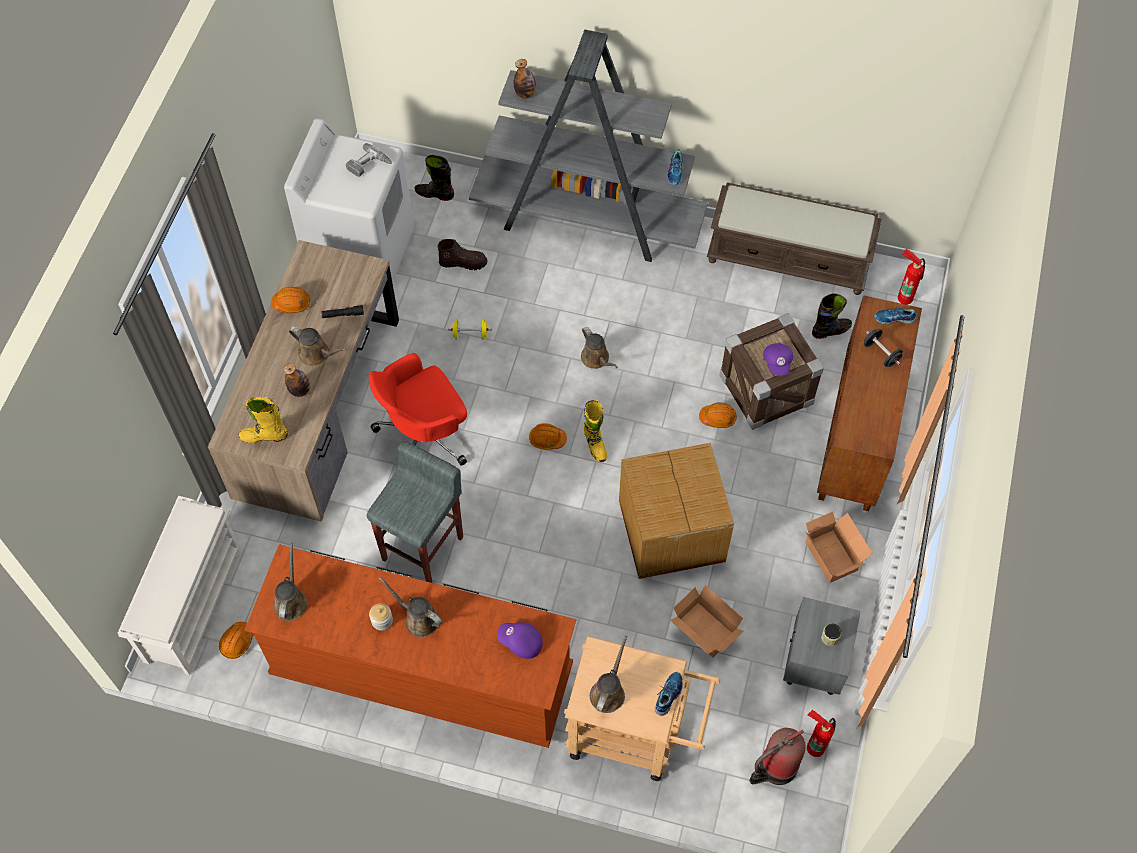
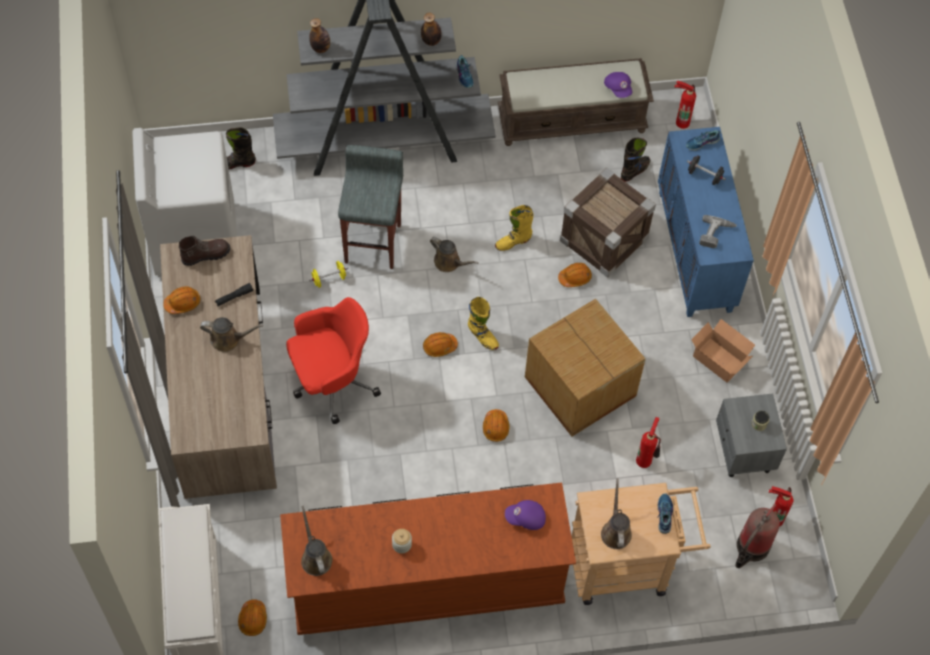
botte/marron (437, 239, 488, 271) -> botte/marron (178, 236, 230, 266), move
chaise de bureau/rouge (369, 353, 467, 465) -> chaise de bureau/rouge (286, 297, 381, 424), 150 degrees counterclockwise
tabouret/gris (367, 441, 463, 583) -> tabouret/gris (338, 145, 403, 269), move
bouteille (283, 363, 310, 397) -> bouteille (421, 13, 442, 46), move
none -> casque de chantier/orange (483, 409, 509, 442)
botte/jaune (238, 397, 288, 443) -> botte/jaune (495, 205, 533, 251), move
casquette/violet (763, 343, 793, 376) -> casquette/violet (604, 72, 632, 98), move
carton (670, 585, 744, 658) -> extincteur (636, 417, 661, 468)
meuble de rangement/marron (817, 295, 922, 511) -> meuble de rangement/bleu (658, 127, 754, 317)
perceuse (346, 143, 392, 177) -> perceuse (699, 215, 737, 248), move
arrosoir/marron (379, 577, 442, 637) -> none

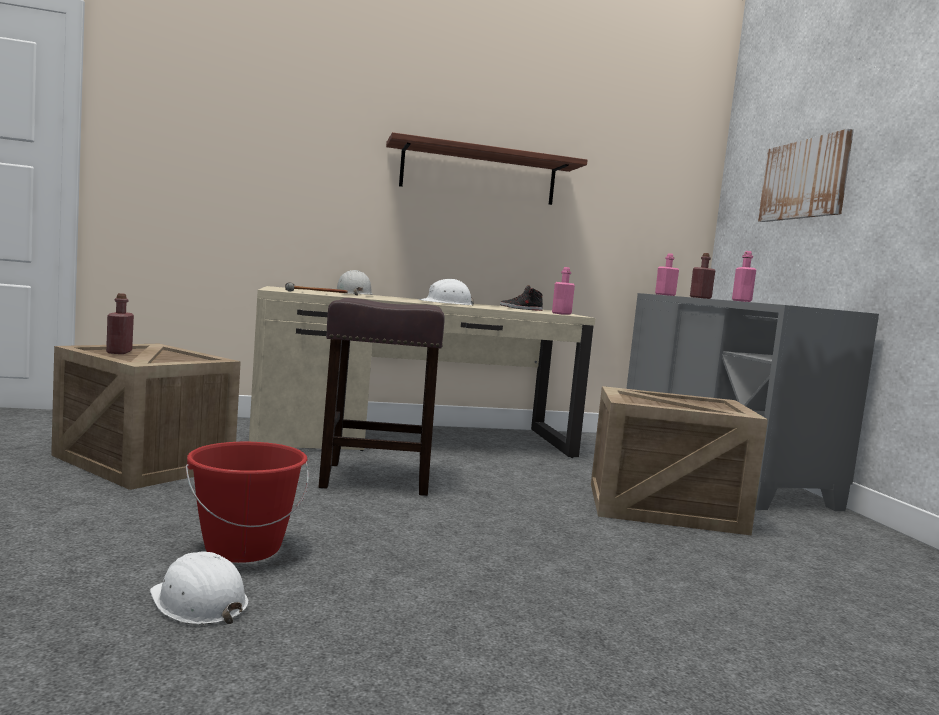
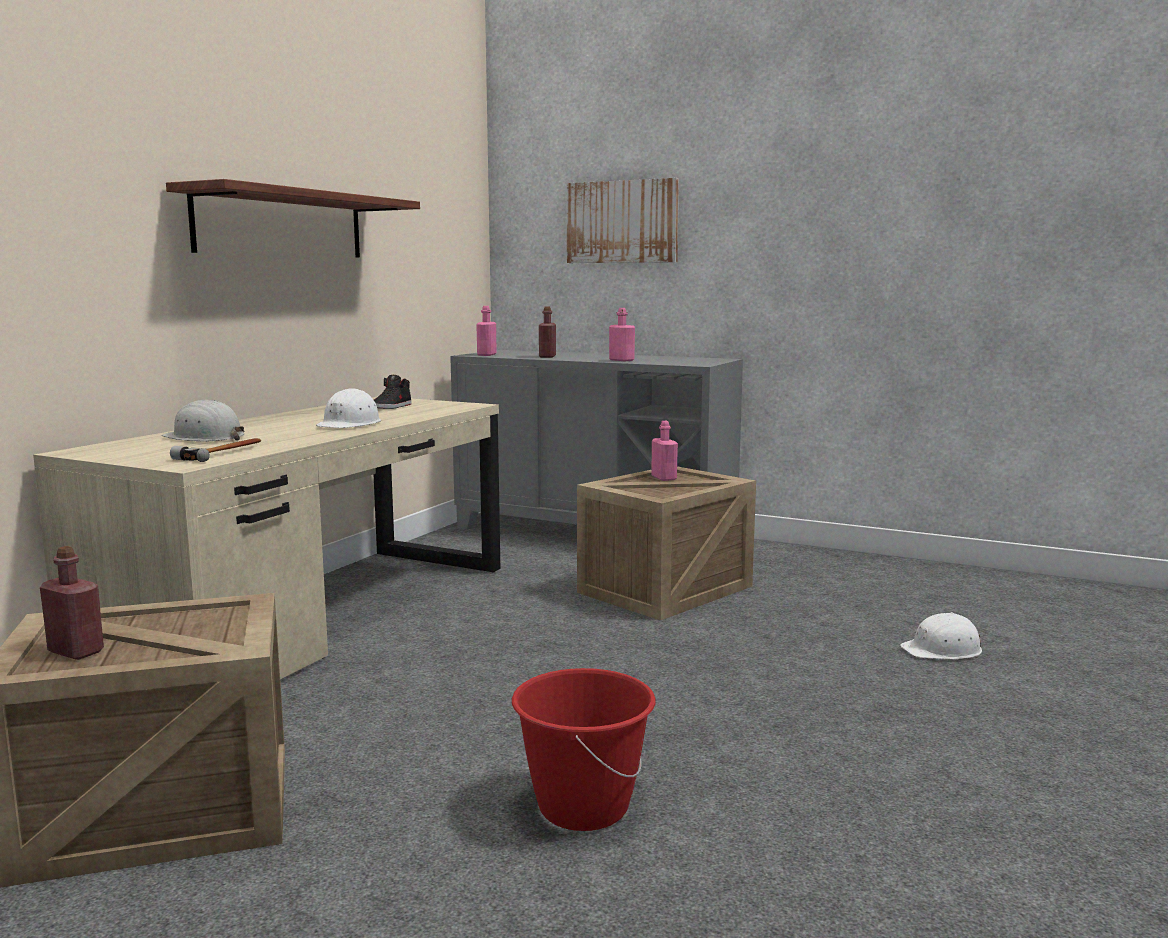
bouteille/rose (552, 267, 575, 315) -> bouteille/rose (651, 421, 678, 481), move
casque de chantier/blanc (150, 551, 248, 624) -> casque de chantier/blanc (900, 612, 982, 660), move
tabouret/marron (318, 298, 445, 496) -> none

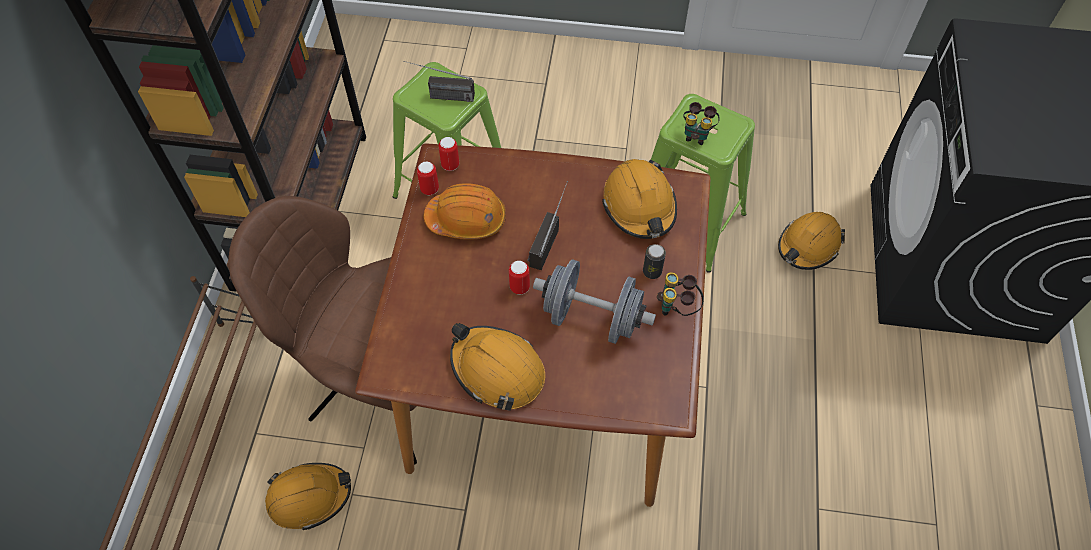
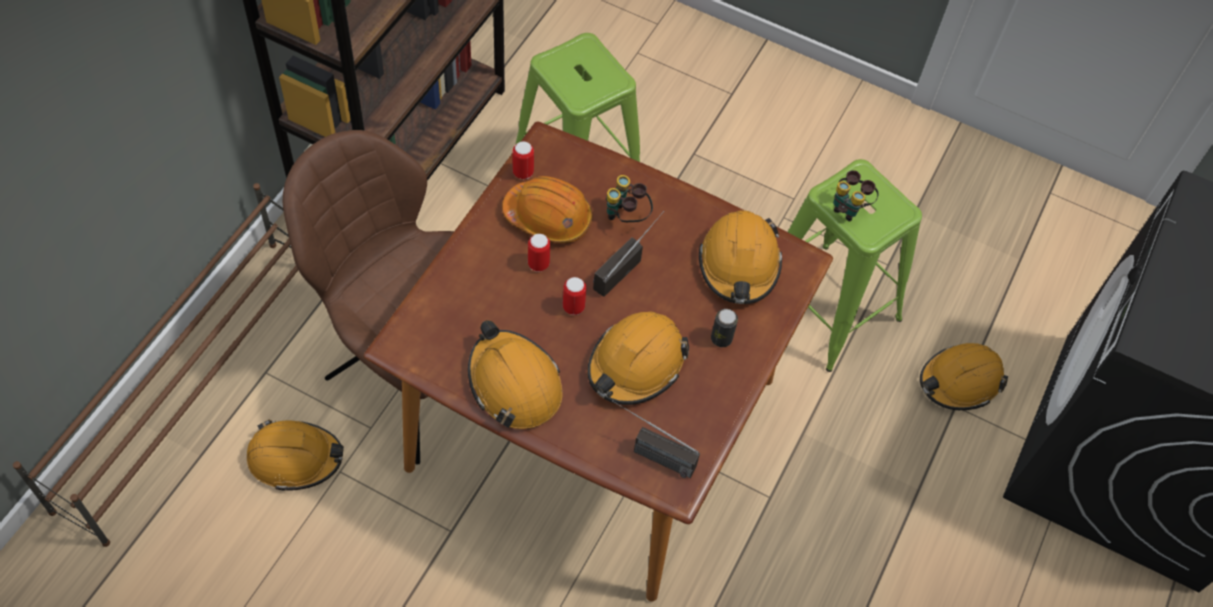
boîte métallique (438, 137, 459, 171) -> boîte métallique (528, 234, 550, 272), move
haltère/gris (533, 259, 656, 344) -> casque de chantier/orange (587, 312, 689, 405)
jumelles (657, 272, 704, 316) -> jumelles (606, 175, 653, 222), move
radio (404, 61, 475, 102) -> radio (612, 401, 700, 478), move

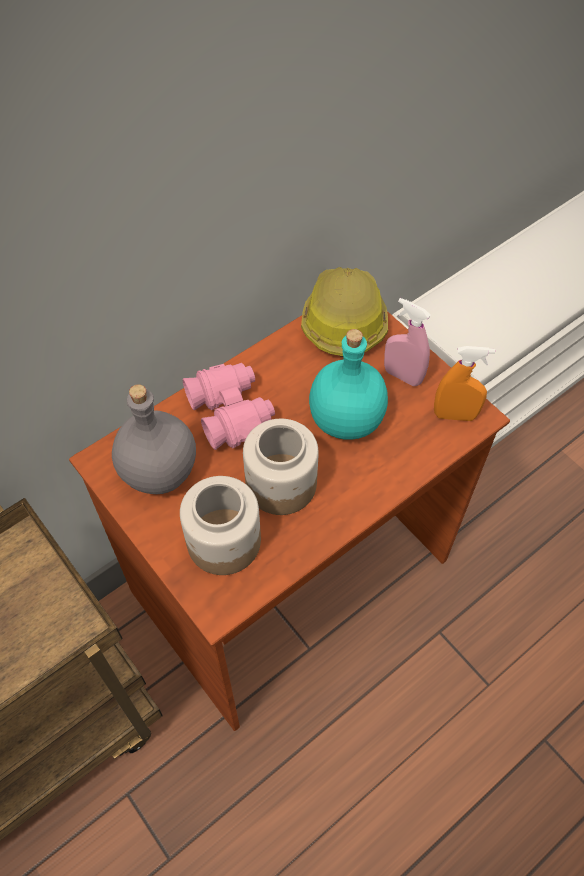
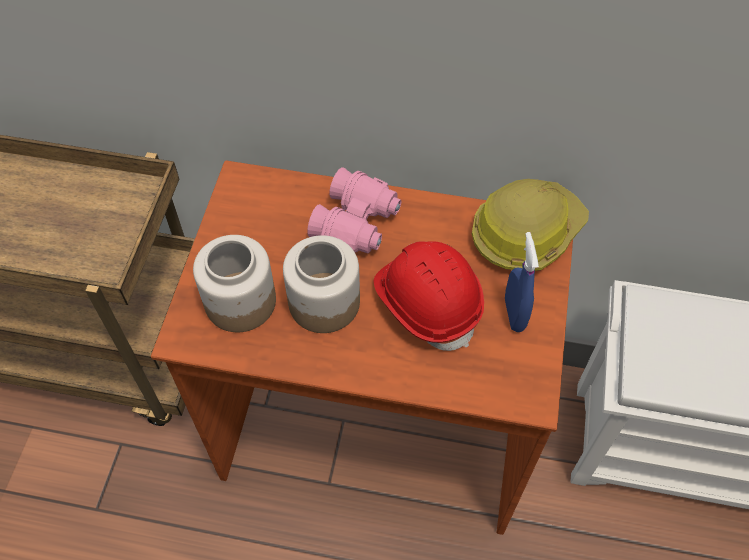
bouteille/turquoise (309, 329, 388, 440) -> casque de chantier/rouge (374, 241, 484, 351)
vaporisateur/rose (384, 298, 431, 386) -> vaporisateur/bleu (505, 232, 539, 332)
bouteille/gris (112, 384, 196, 494) -> none
vaporisateur/orange (434, 346, 495, 421) -> none

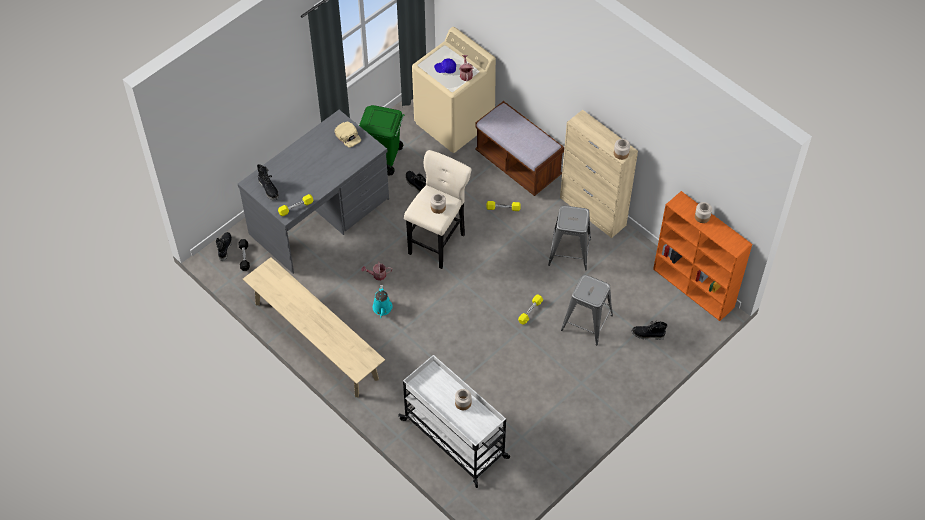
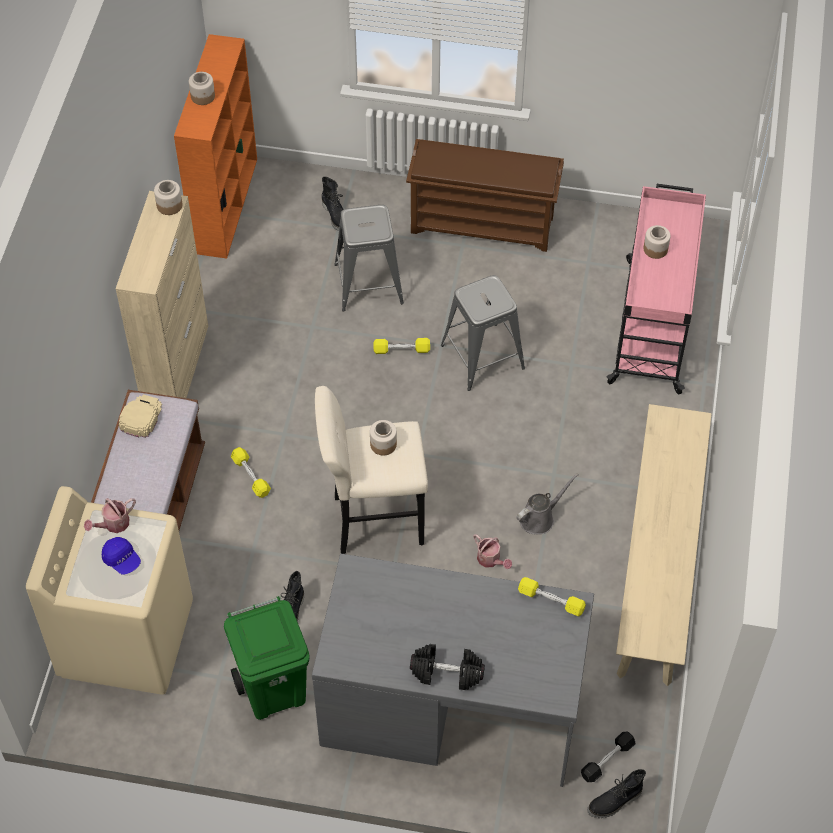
casquette/beige (334, 121, 361, 148) -> casquette/beige (119, 395, 162, 438), move
none -> étagère à chaussures/marron (406, 139, 564, 252)
none -> haltère/noir (410, 644, 485, 690)
tabouret/gris (548, 206, 591, 270) -> tabouret/gris (441, 275, 525, 391), move
arrosoir/turquoise (373, 285, 393, 318) -> arrosoir/gris (517, 473, 579, 534)
chariot/blanc (398, 355, 510, 488) -> chariot/rose (606, 184, 706, 394)
botte/noir (257, 164, 279, 200) -> none

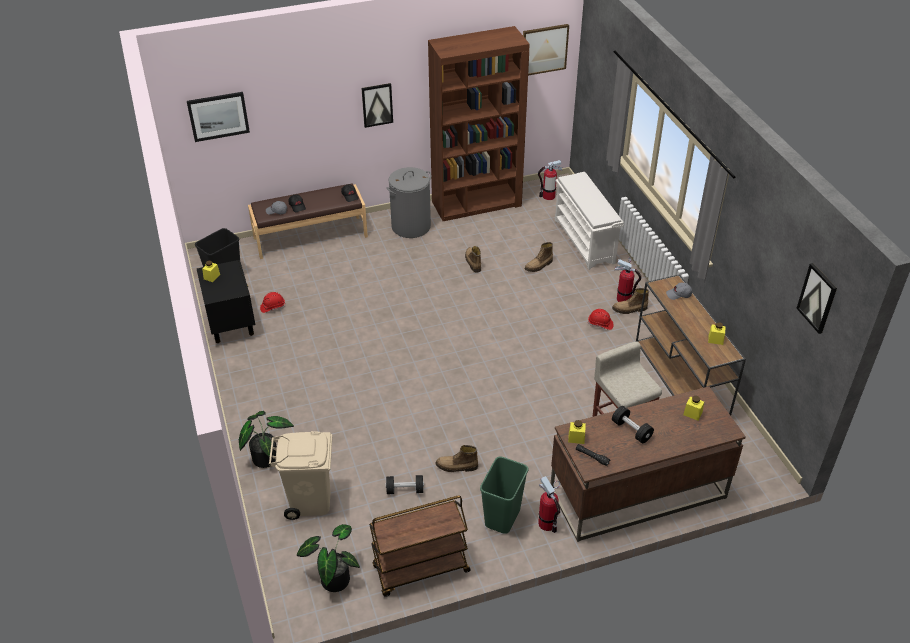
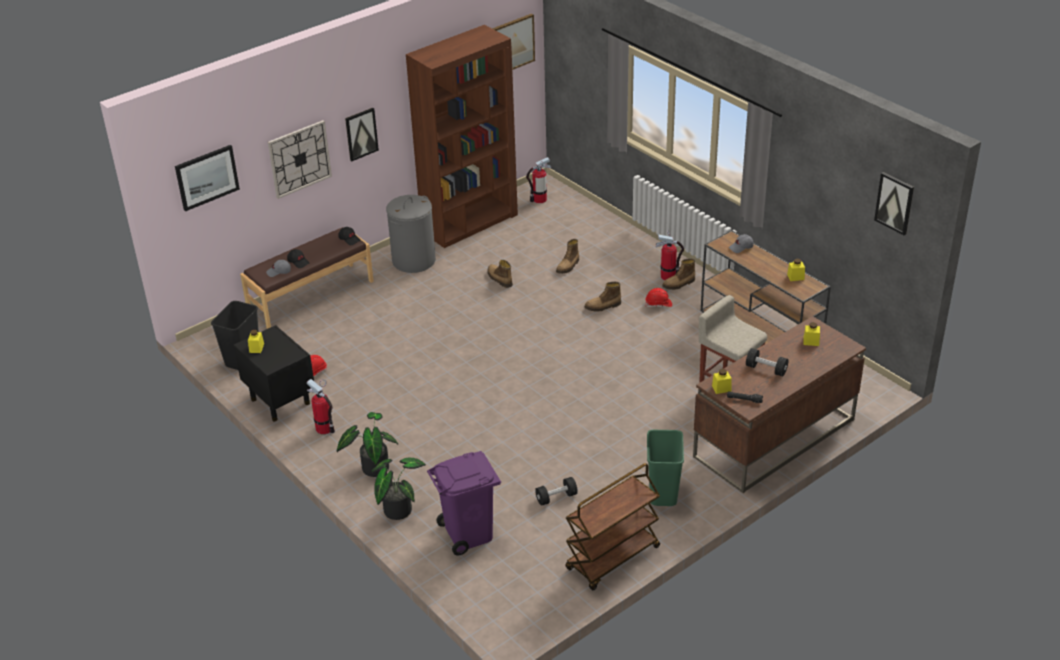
none -> horloge murale (268, 120, 332, 199)
extincteur (538, 476, 560, 533) -> extincteur (307, 379, 335, 434), move
plante en pot (297, 524, 360, 592) -> plante en pot (337, 412, 399, 477), move
poubelle/beige (269, 431, 332, 520) -> poubelle/violet (427, 451, 501, 555)
botte (435, 445, 478, 472) -> botte (585, 282, 621, 312), move
étagère à chaussures/blanc (555, 172, 624, 270) -> none

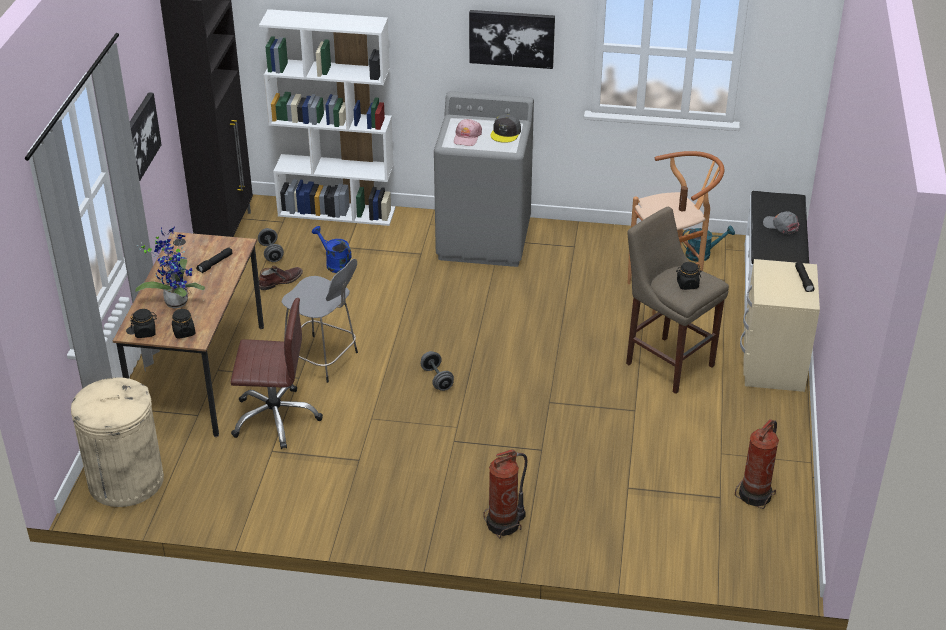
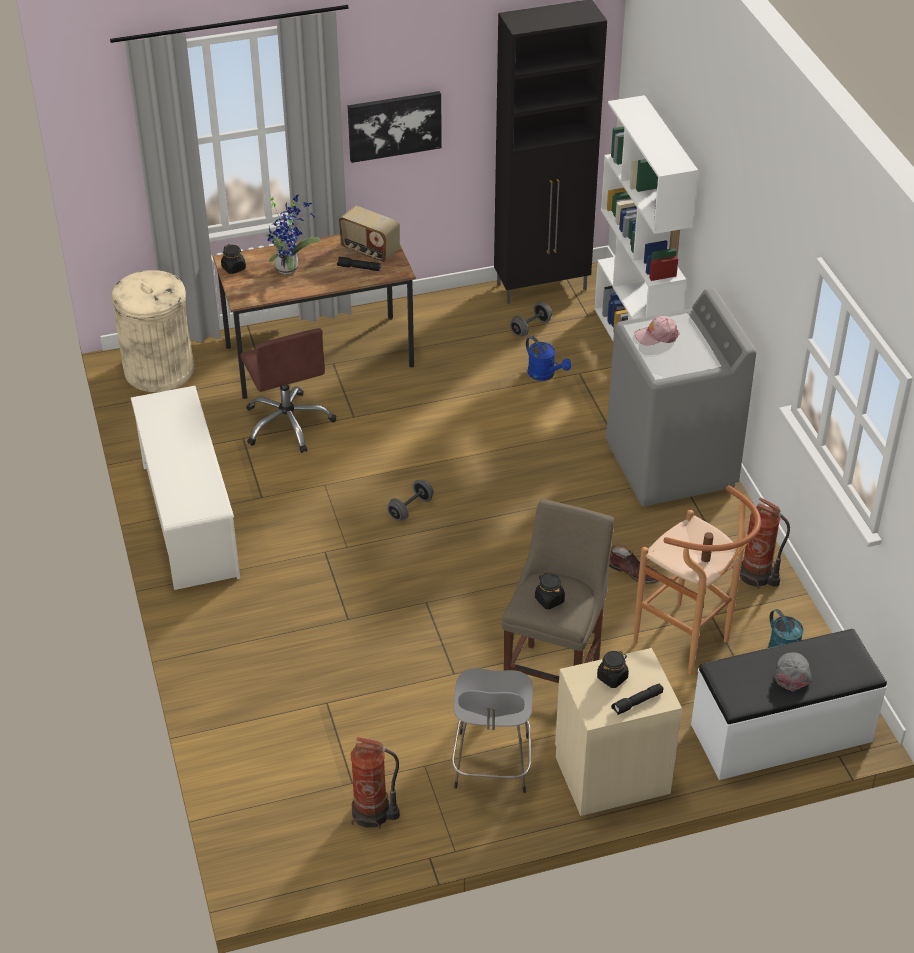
none -> étagère à chaussures/blanc (131, 386, 240, 590)
none -> radio (339, 206, 400, 262)
tabouret/gris (282, 259, 358, 383) -> tabouret/gris (452, 668, 533, 793), move
arrosoir/bleu (312, 226, 352, 273) -> arrosoir/bleu (526, 336, 571, 381), 120 degrees clockwise
bocal/noir (172, 308, 195, 339) -> bocal/noir (597, 651, 629, 688), move
botte/marron (259, 265, 303, 290) -> botte/marron (609, 545, 659, 584), move
extincteur (483, 449, 527, 538) -> extincteur (740, 498, 790, 589), move
tableau (469, 10, 555, 69) -> none
casquette/gris (490, 114, 521, 143) -> none

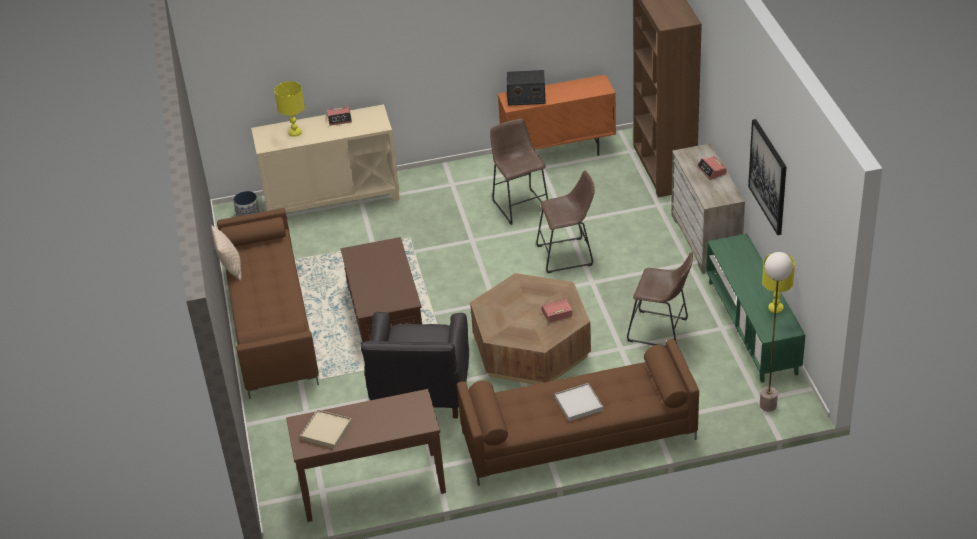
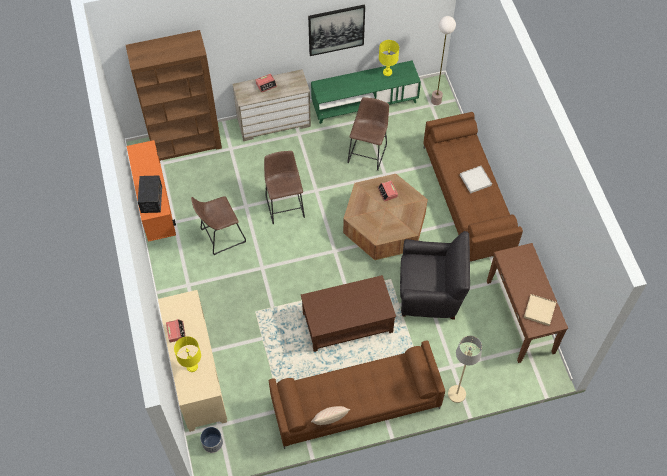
none -> lampadaire/beige (448, 336, 482, 403)

